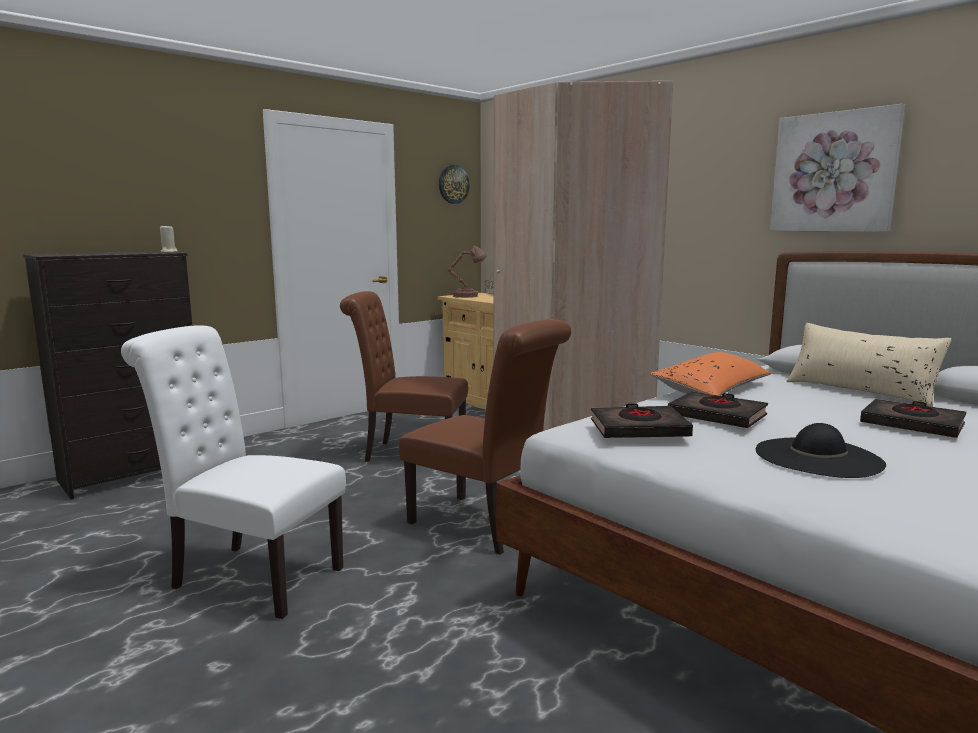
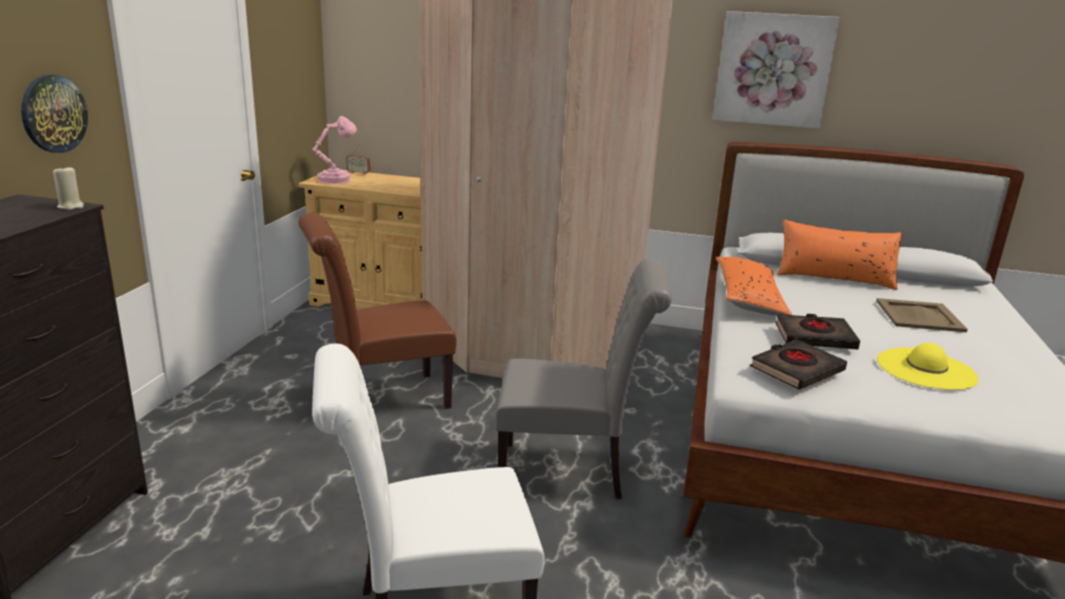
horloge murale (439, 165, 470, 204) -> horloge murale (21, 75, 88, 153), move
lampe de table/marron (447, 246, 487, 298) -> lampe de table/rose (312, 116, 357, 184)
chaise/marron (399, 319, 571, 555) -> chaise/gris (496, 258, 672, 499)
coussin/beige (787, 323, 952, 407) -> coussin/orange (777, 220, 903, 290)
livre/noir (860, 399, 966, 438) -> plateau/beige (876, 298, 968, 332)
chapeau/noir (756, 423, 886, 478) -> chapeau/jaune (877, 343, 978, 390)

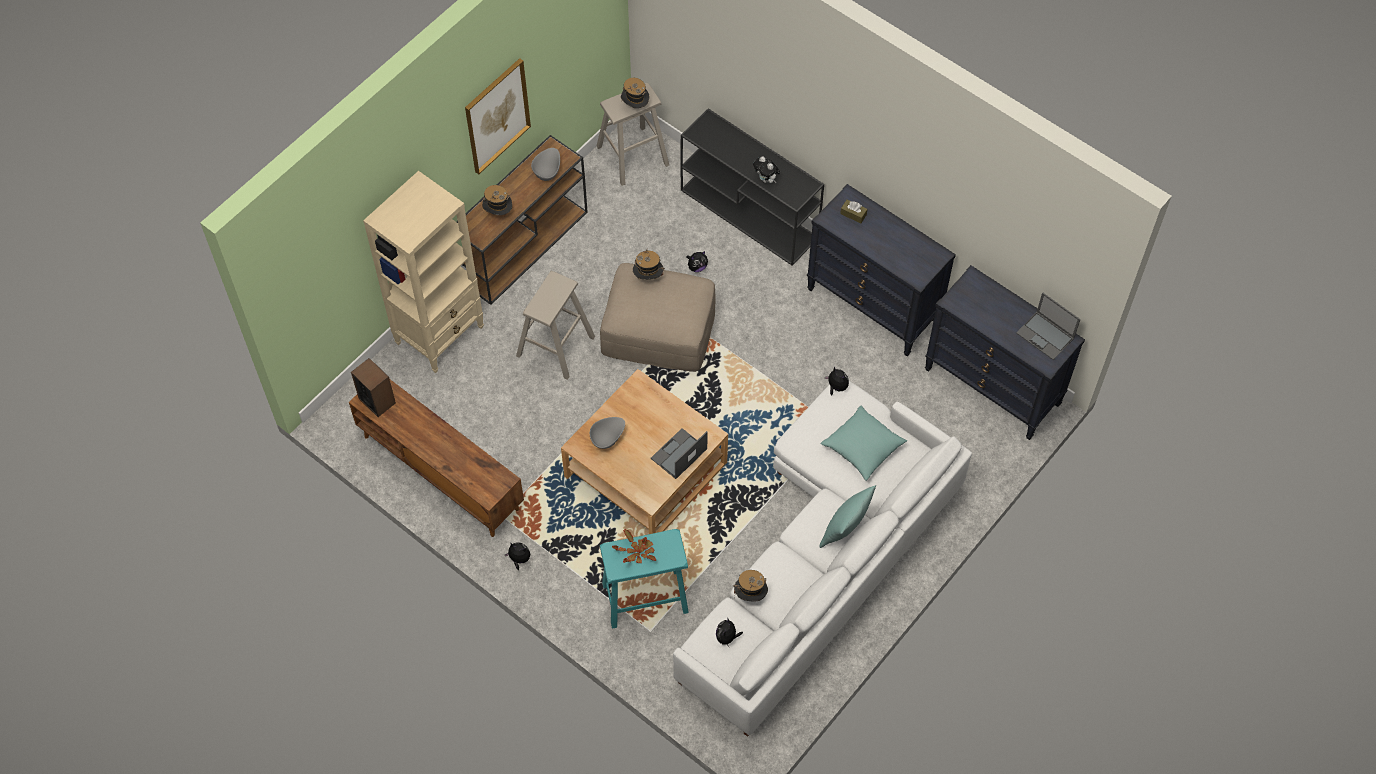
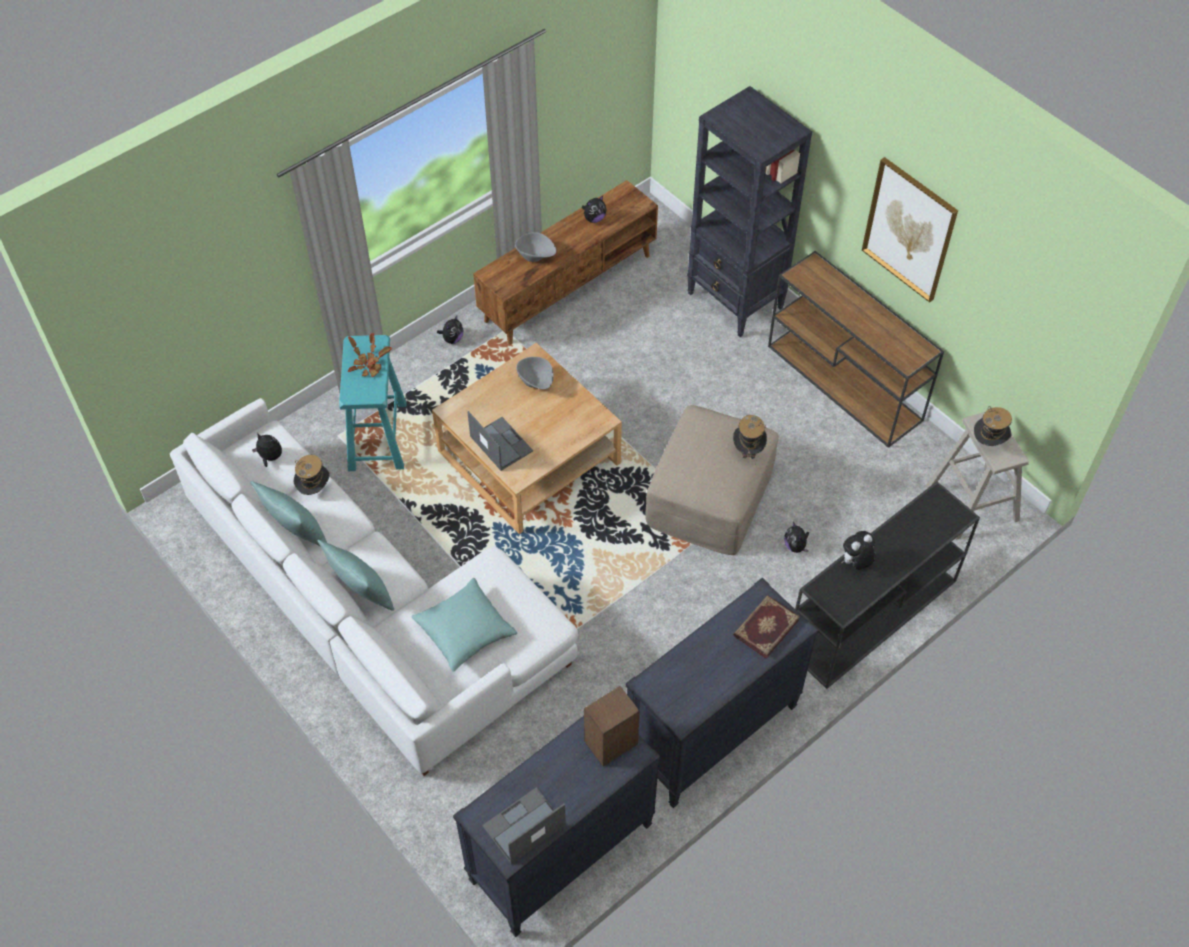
none -> coussin/turquoise (250, 481, 327, 546)
bol/gris (531, 148, 560, 181) -> bol/gris (515, 232, 556, 262), move
peluche (825, 366, 849, 395) -> peluche (582, 196, 606, 223), move
enceinte (351, 358, 396, 417) -> enceinte (584, 686, 640, 766), move
bibliothèque/beige (363, 171, 484, 373) -> bibliothèque/noir (687, 86, 812, 337)
boîte à mouchoirs/marron (840, 200, 868, 223) -> livre (733, 595, 800, 659)
chapeau (482, 185, 512, 215) -> none
tabouret/beige (516, 271, 595, 380) -> none

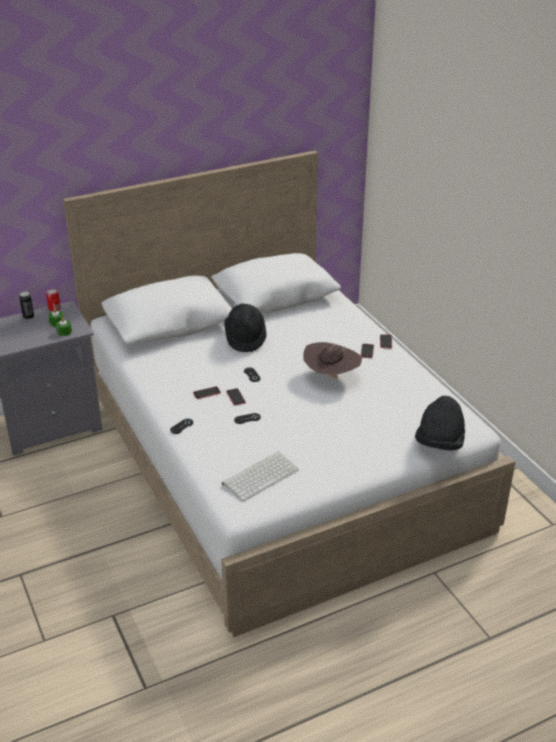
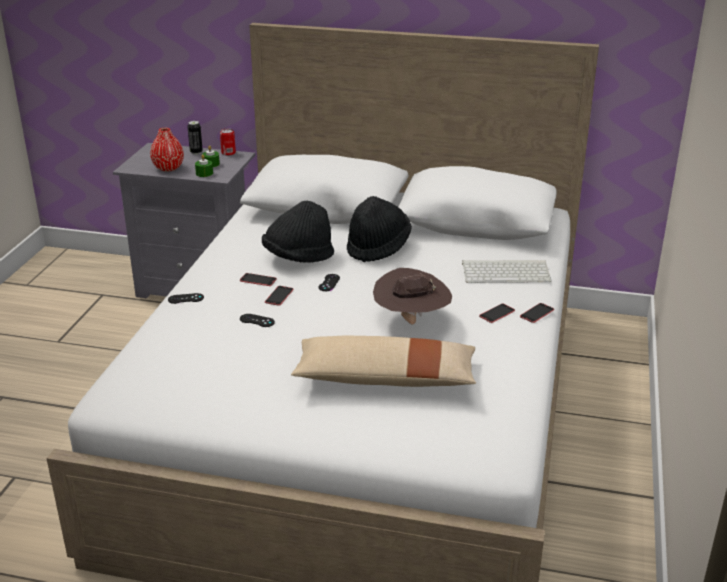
none -> vase/rouge (150, 128, 184, 171)
chapeau/noir (415, 396, 465, 450) -> chapeau/noir (262, 201, 334, 263), move
none -> coussin/beige (291, 336, 476, 387)
clavier (222, 452, 299, 502) -> clavier (462, 260, 552, 283), move

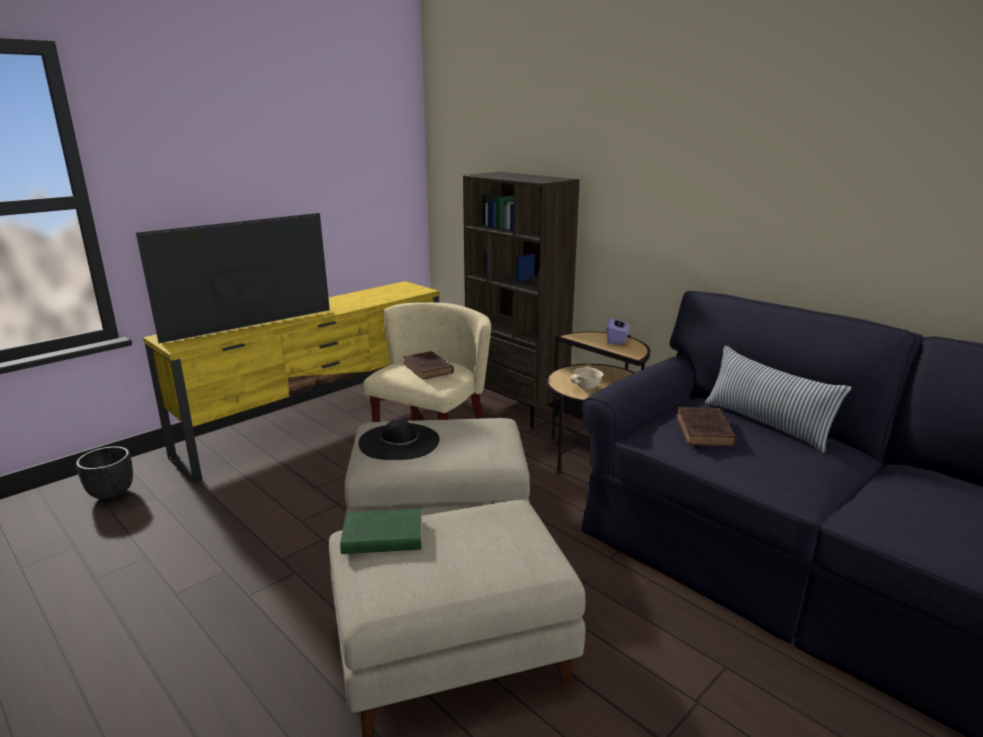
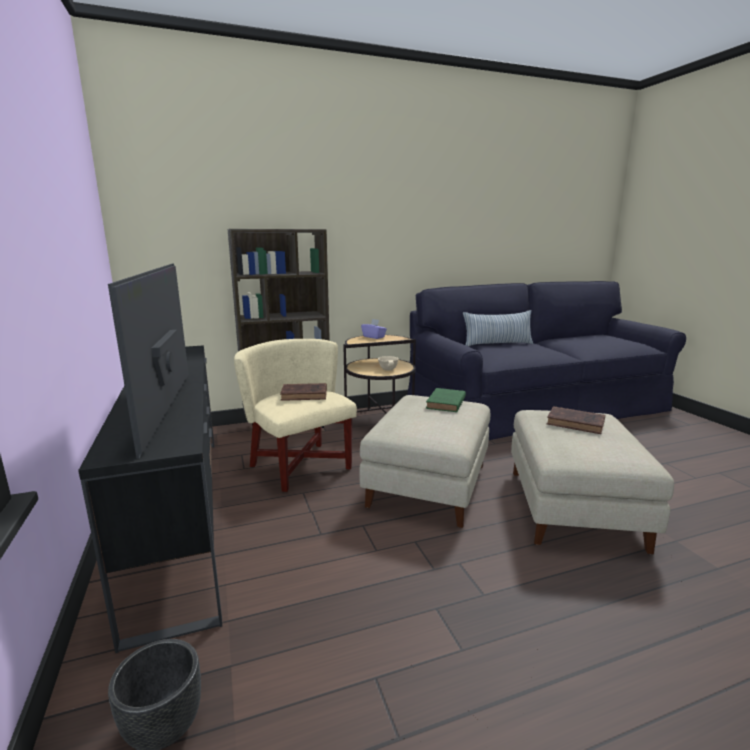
meuble télé/jaune (143, 281, 439, 483) -> meuble télé/noir (78, 345, 222, 653)
livre/vert (340, 509, 422, 554) -> livre/vert (426, 388, 466, 412), move
livre/marron (676, 407, 737, 447) -> livre/marron (547, 406, 605, 434), move
chapeau/noir (358, 419, 440, 460) -> none

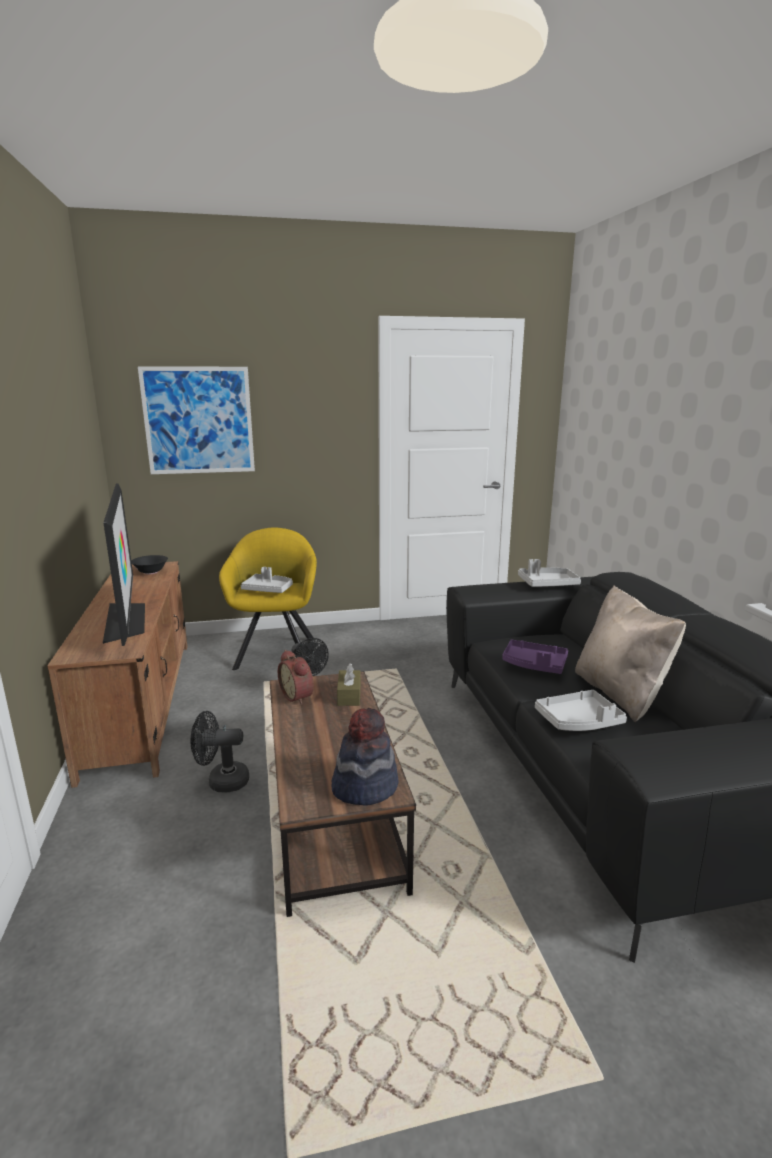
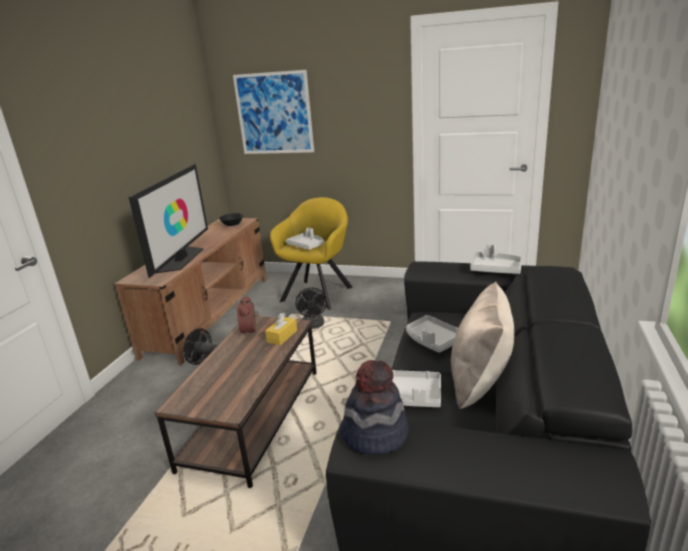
boîte à mouchoirs/marron (337, 663, 361, 706) -> boîte à mouchoirs/jaune (265, 313, 297, 346)
chapeau (331, 708, 398, 806) -> chapeau (340, 360, 409, 455), move
plateau/violet (503, 640, 568, 674) -> plateau/gris (406, 315, 458, 353)

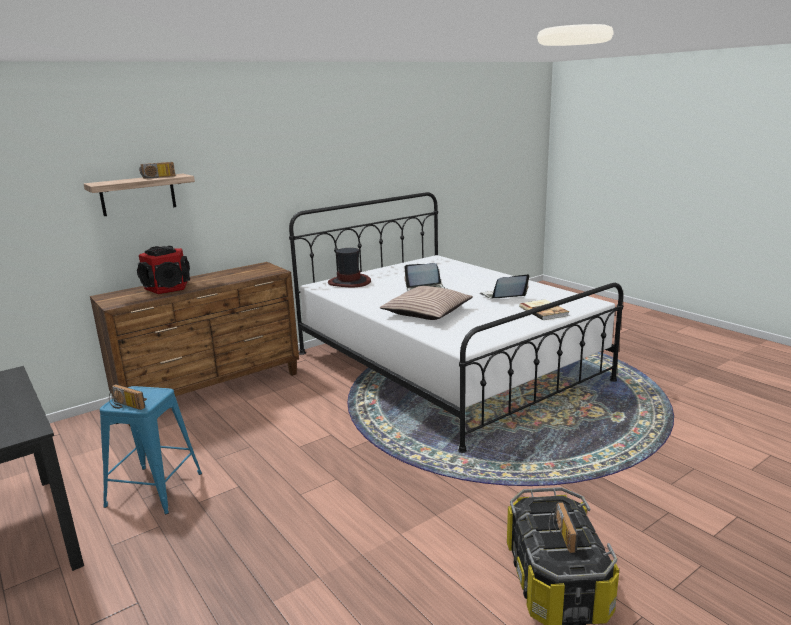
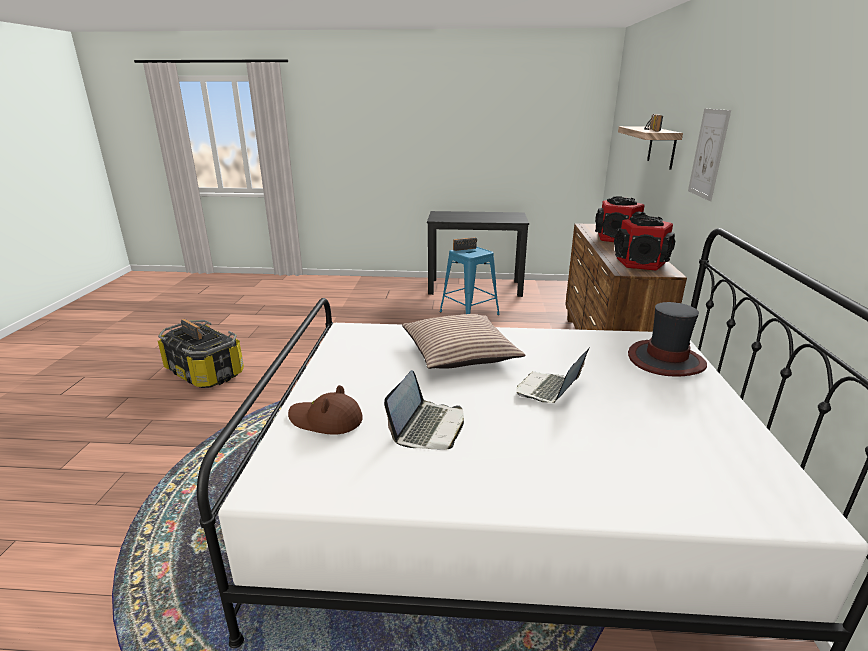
livre (519, 299, 569, 320) -> chapeau/marron (288, 385, 363, 435)
none -> enceinte (614, 215, 675, 270)
none -> tableau (688, 108, 731, 201)

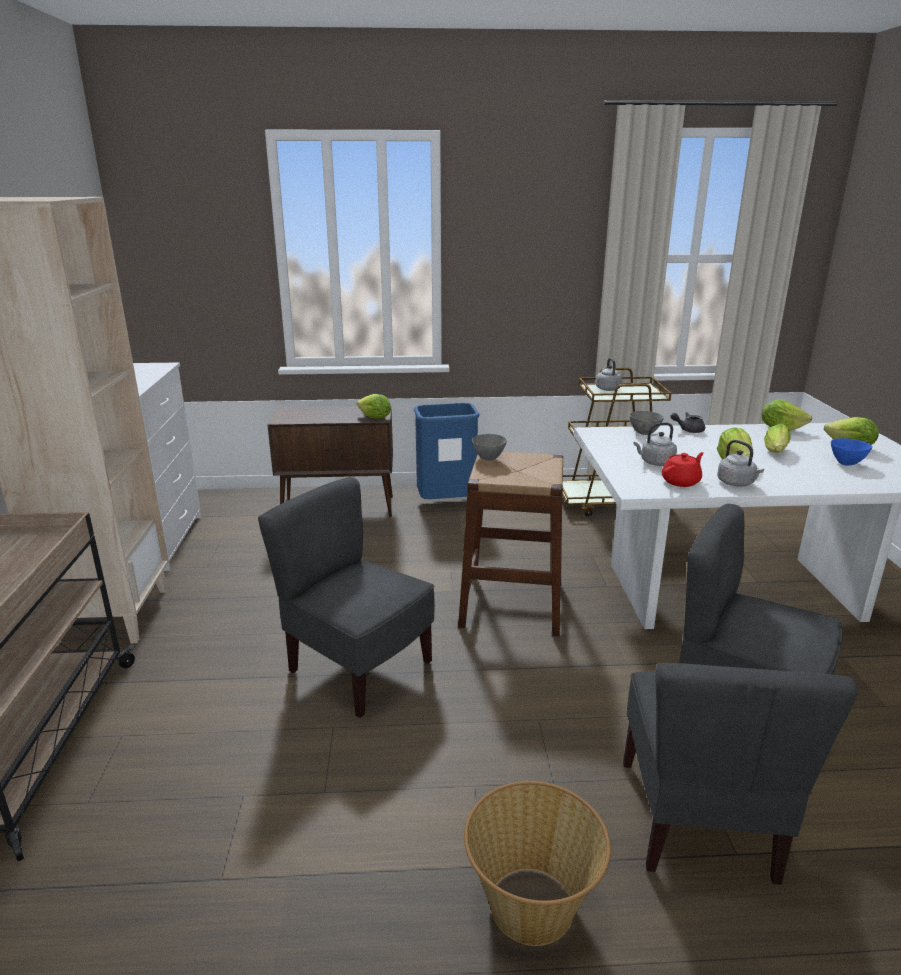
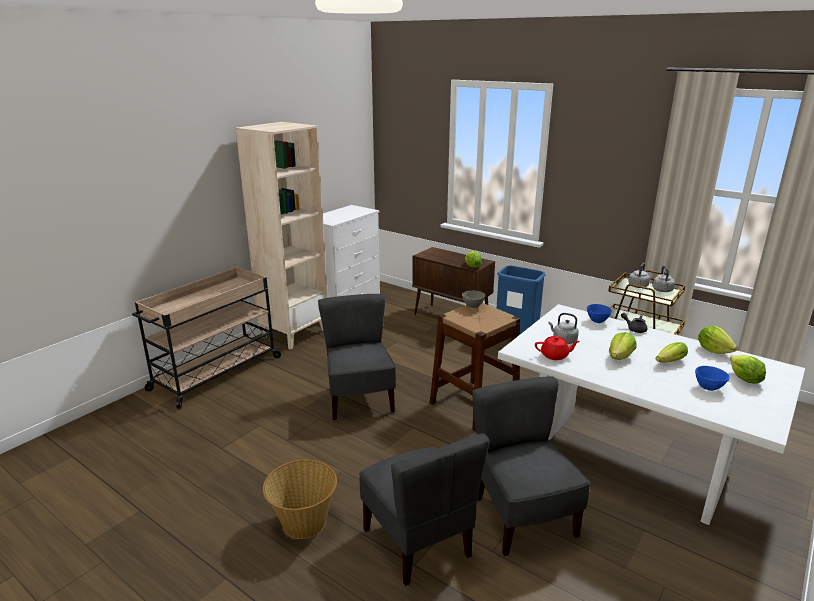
chaise/gris (623, 663, 858, 885) -> chaise/gris (359, 433, 490, 586), 75 degrees counterclockwise
bol/gris (629, 411, 664, 435) -> bol/bleu (587, 304, 612, 323)
bouilloire/gris (717, 440, 764, 487) -> bouilloire/gris (652, 266, 675, 292), move

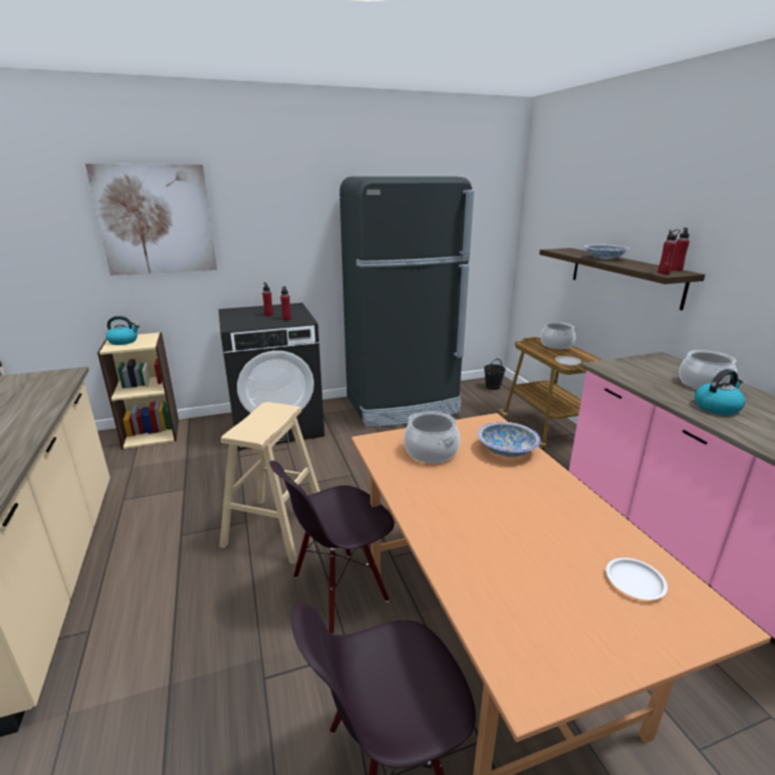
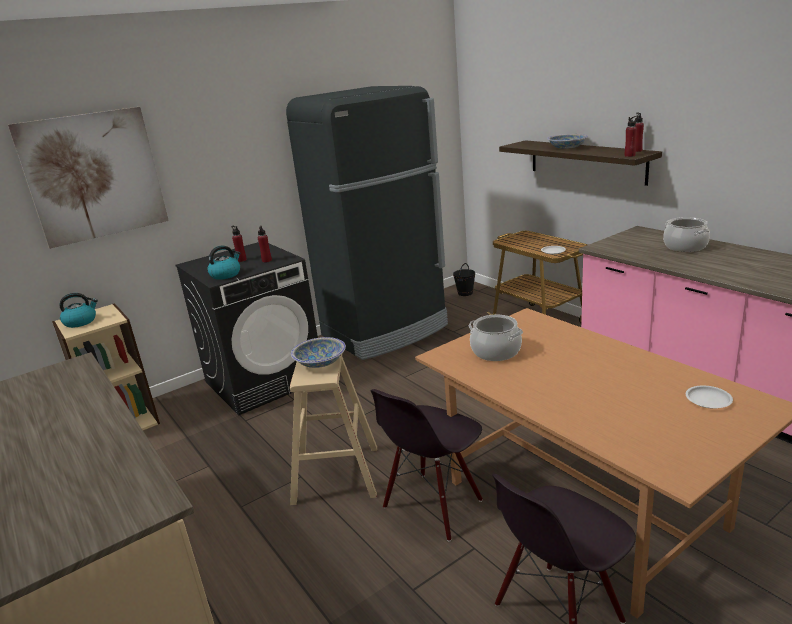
bouilloire (695, 369, 746, 415) -> bouilloire (207, 246, 240, 280), move
bol (478, 422, 541, 457) -> bol (291, 337, 346, 368), move
marmite (540, 322, 576, 349) -> none

